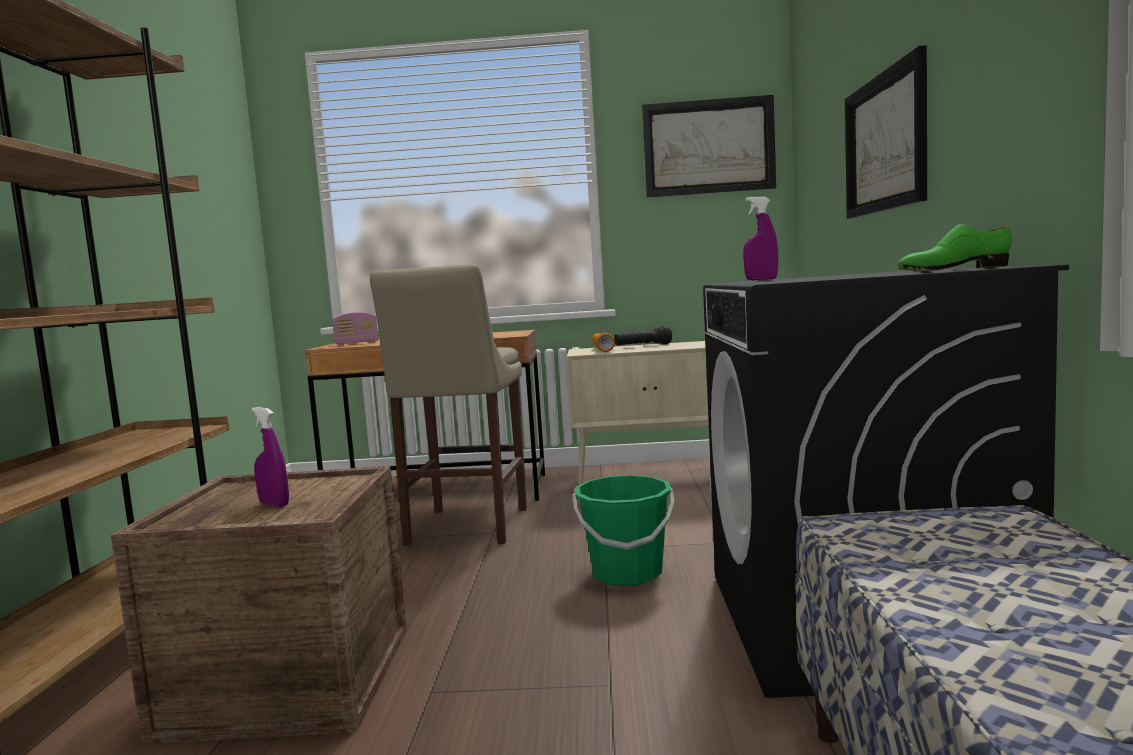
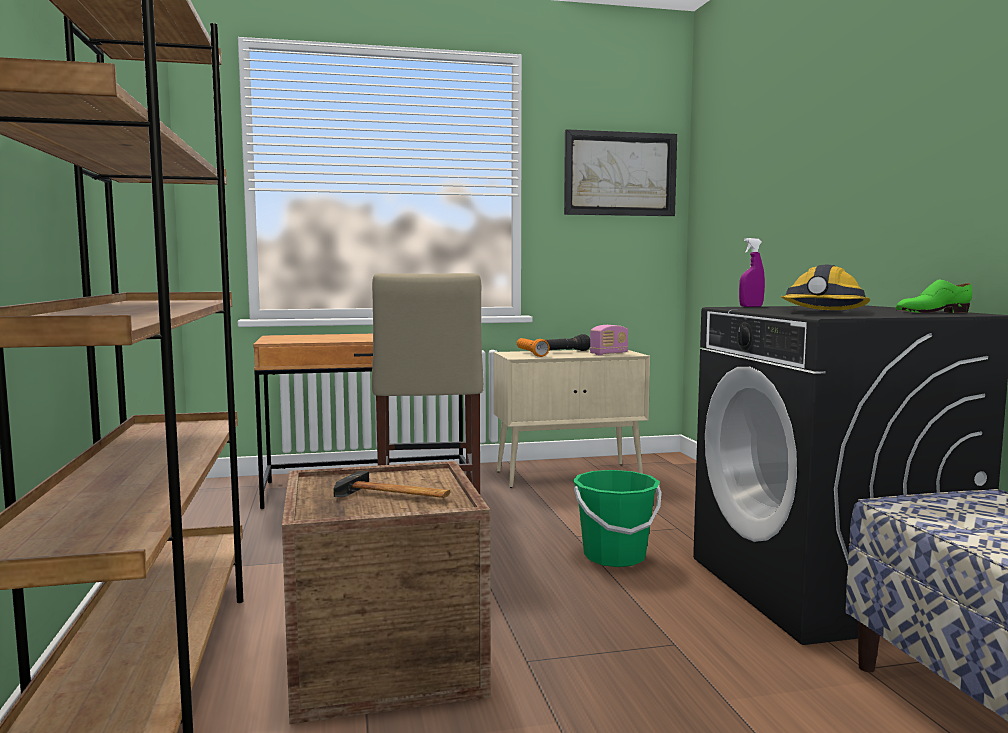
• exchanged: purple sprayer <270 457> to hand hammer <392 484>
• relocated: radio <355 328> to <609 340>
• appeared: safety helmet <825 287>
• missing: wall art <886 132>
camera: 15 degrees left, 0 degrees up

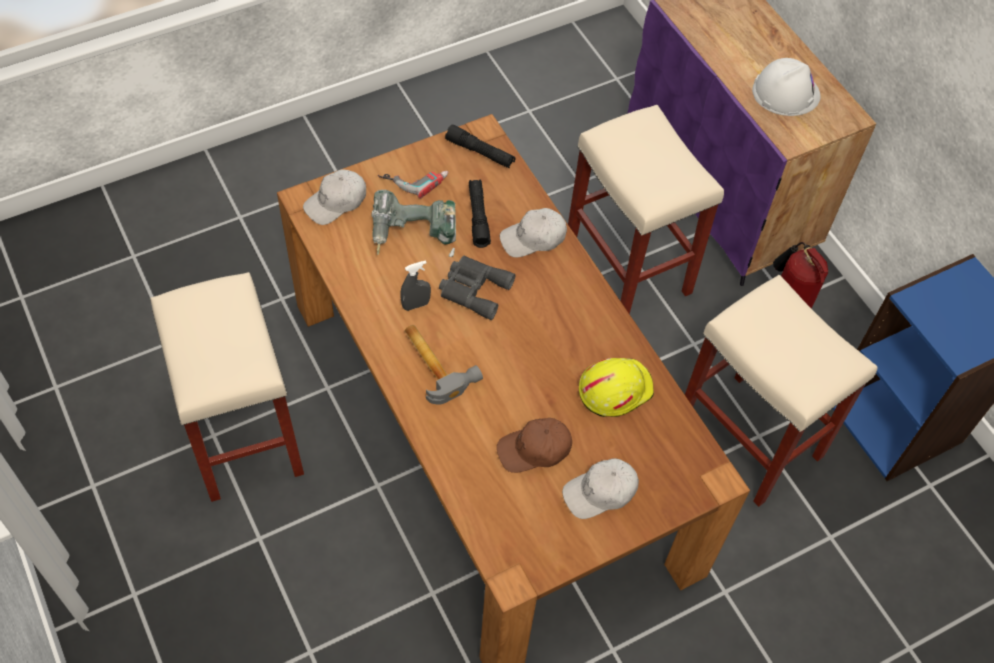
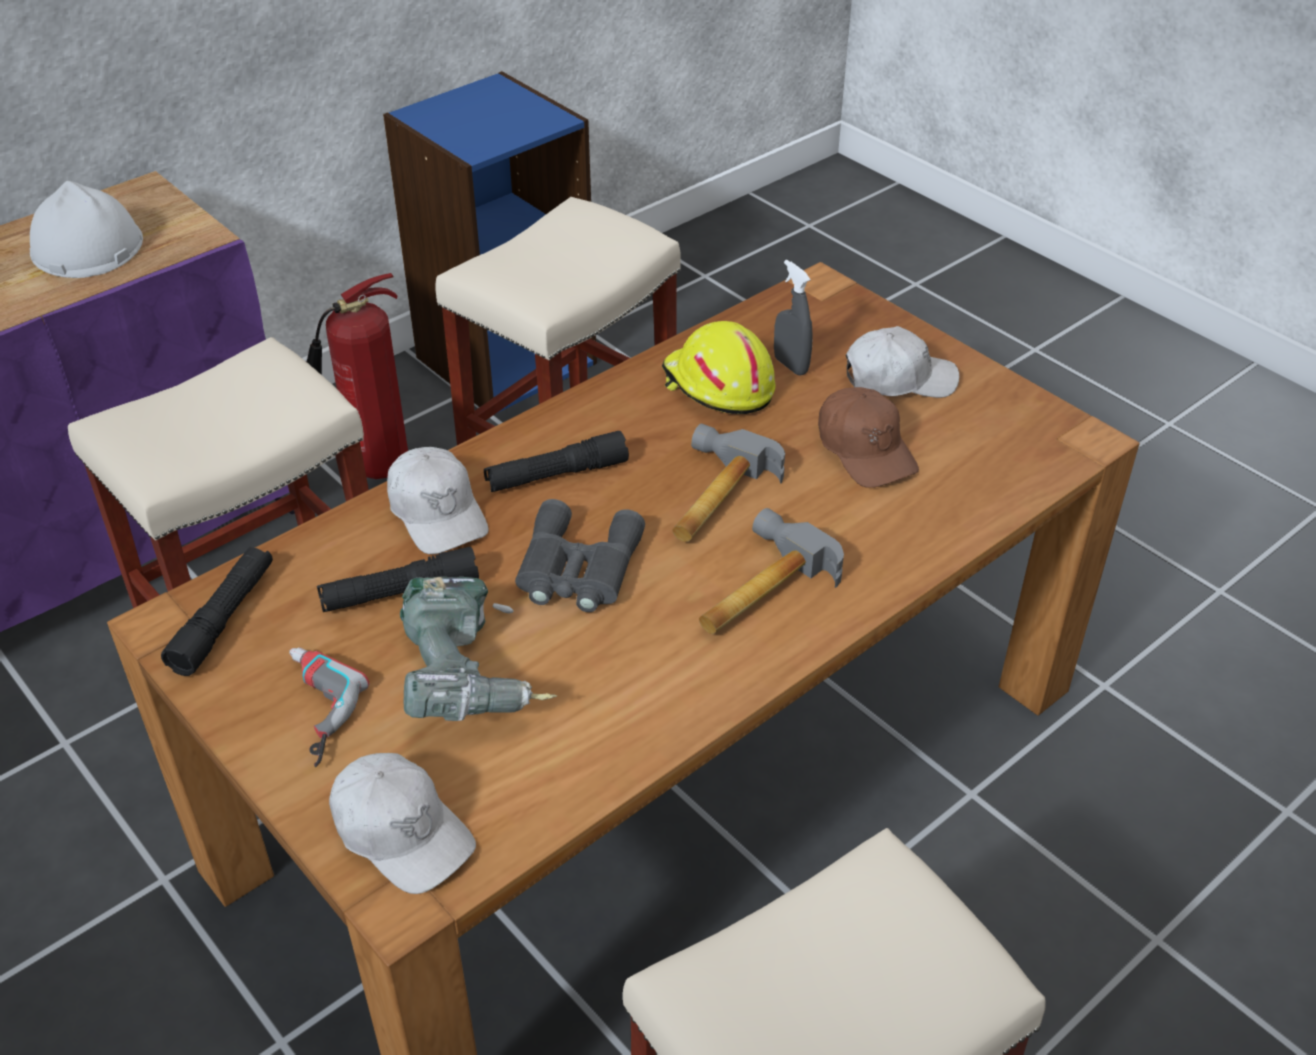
• appeared: black torch <556 461>
• appeared: hand hammer <728 483>
• relocated: gray sprayer <415 285> to <793 318>
• spun: whitish baseball cap <600 488> = <902 362> 60 degrees counterclockwise
camera: 100 degrees left, 15 degrees down

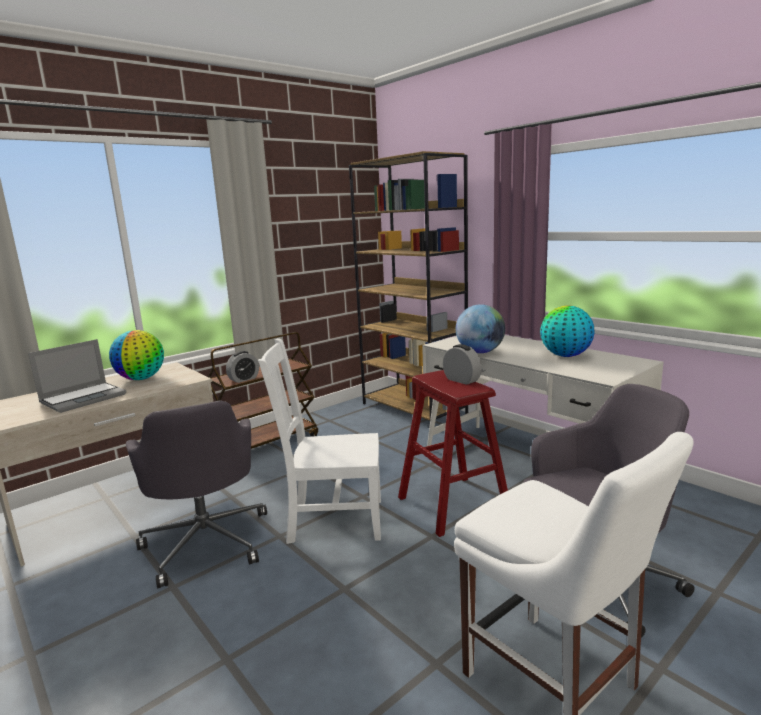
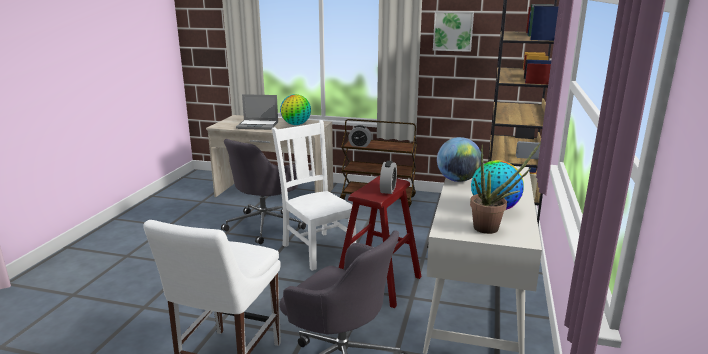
• appeared: wall art <453 31>
• appeared: potted plant <505 188>
camera: 55 degrees right, 5 degrees up

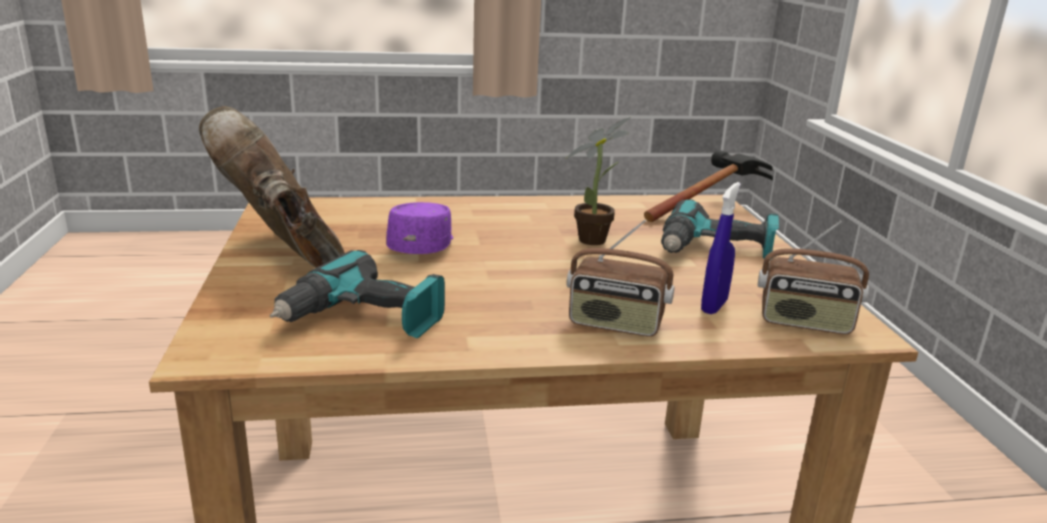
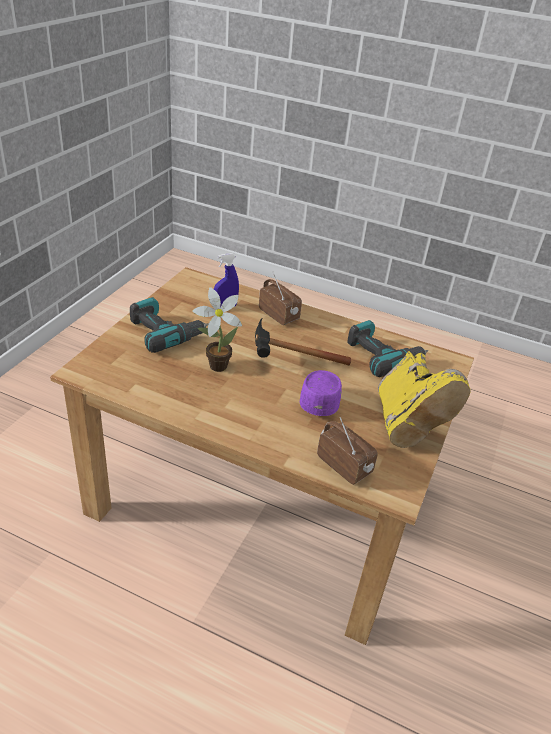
• relocated: hand hammer <708 186> to <303 341>
• spun: purple baseball cap <420 228> = <321 393> 150 degrees clockwise
• relocated: radio <813 277> to <347 451>
• colour: brown high-top boot <272 187> to yellow-coloured high-top boot <424 399>
camera: 150 degrees left, 15 degrees up

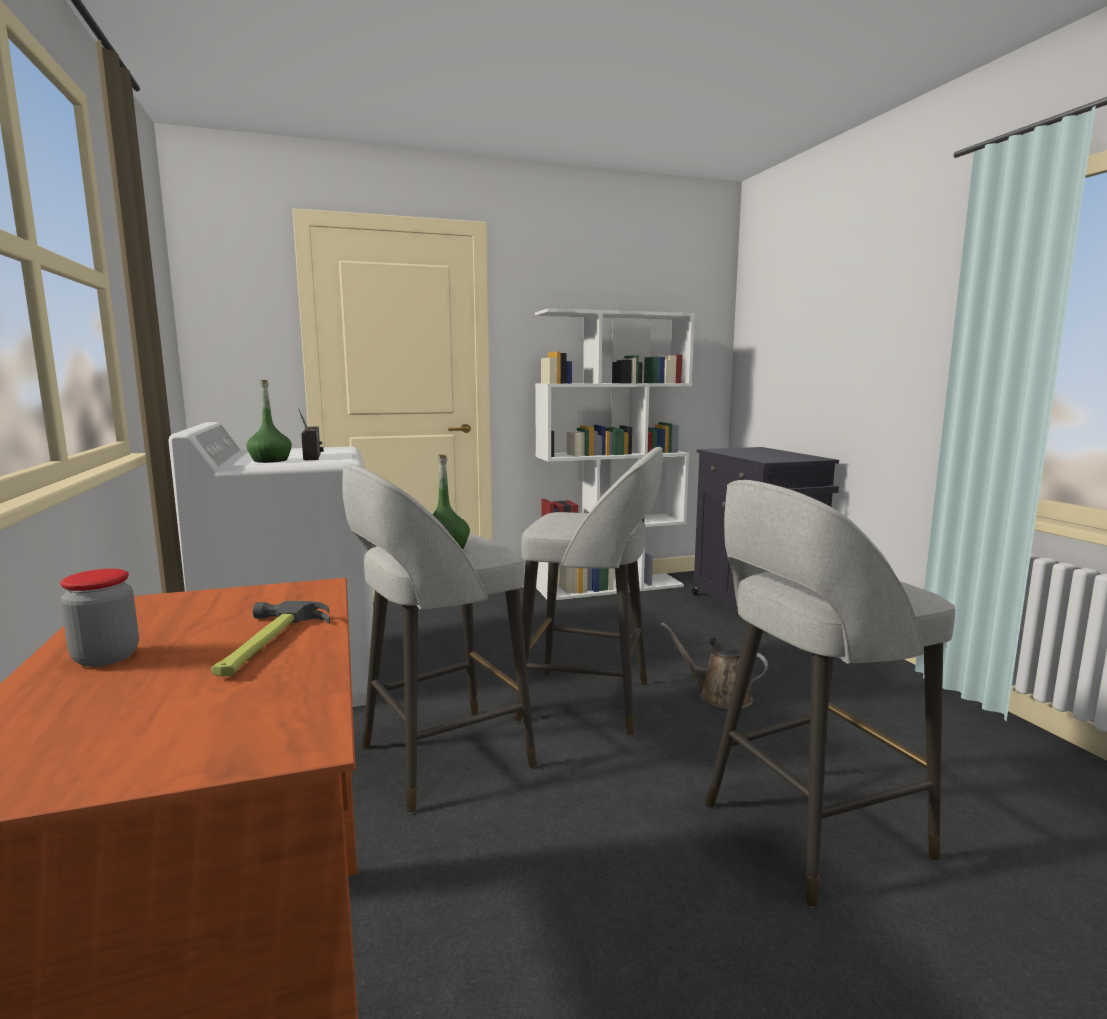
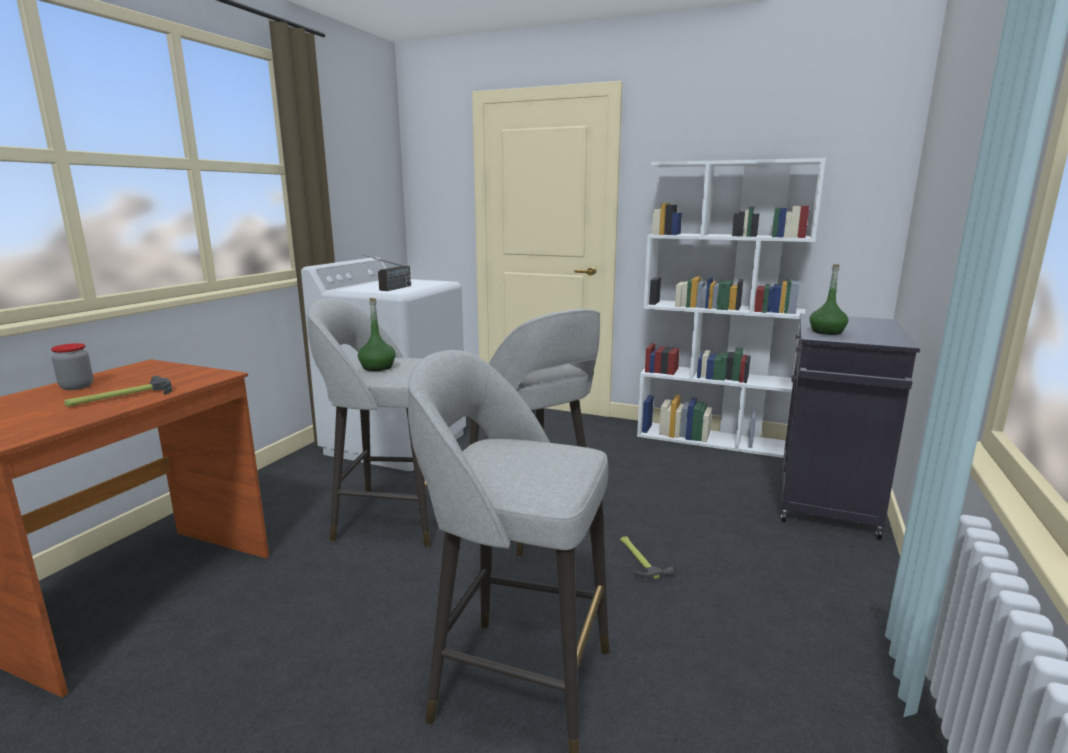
• exchanged: brown sprinkling can <714 666> to hand hammer <647 558>
• relocated: green bottle <269 421> to <829 299>
camera: 40 degrees right, 5 degrees up

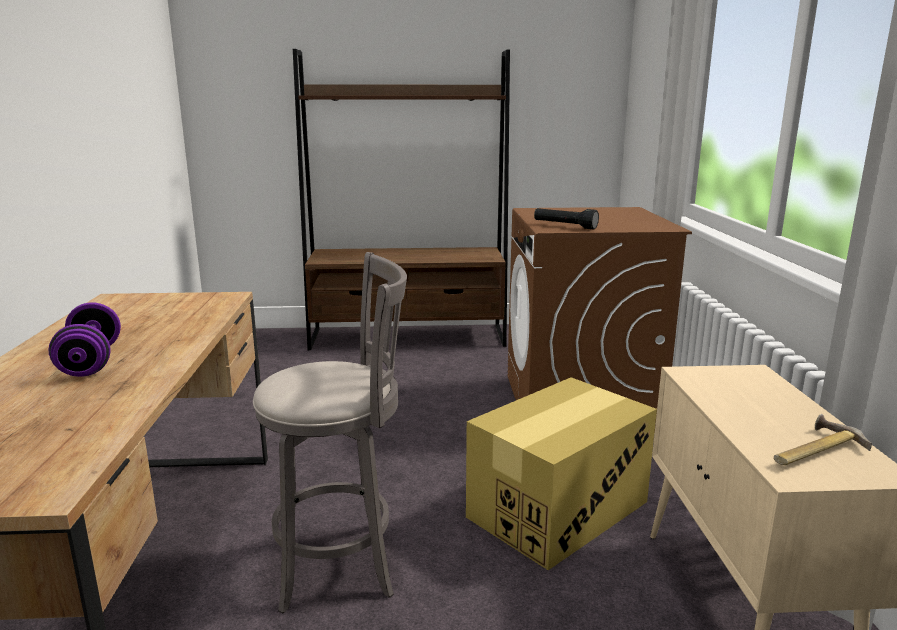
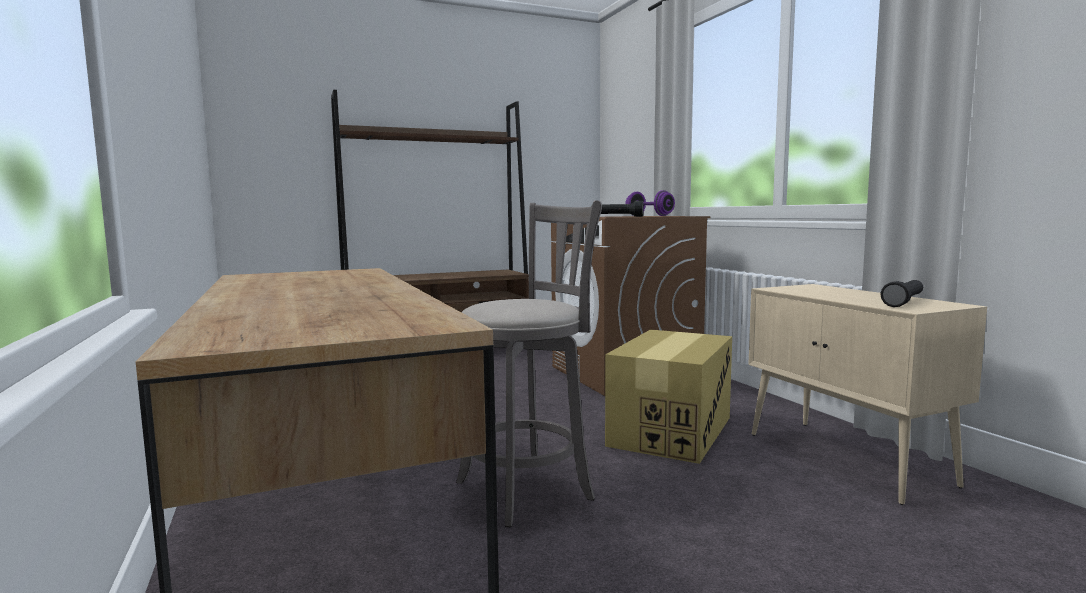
• relocated: purple dumbbell <84 340> to <650 203>
• exchanged: hand hammer <823 439> to black torch <901 293>
camera: 20 degrees left, 10 degrees down

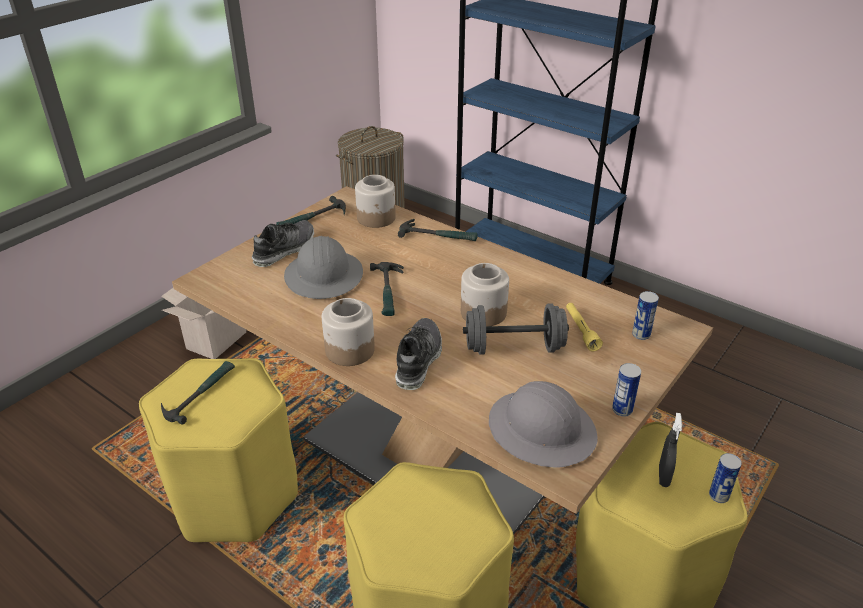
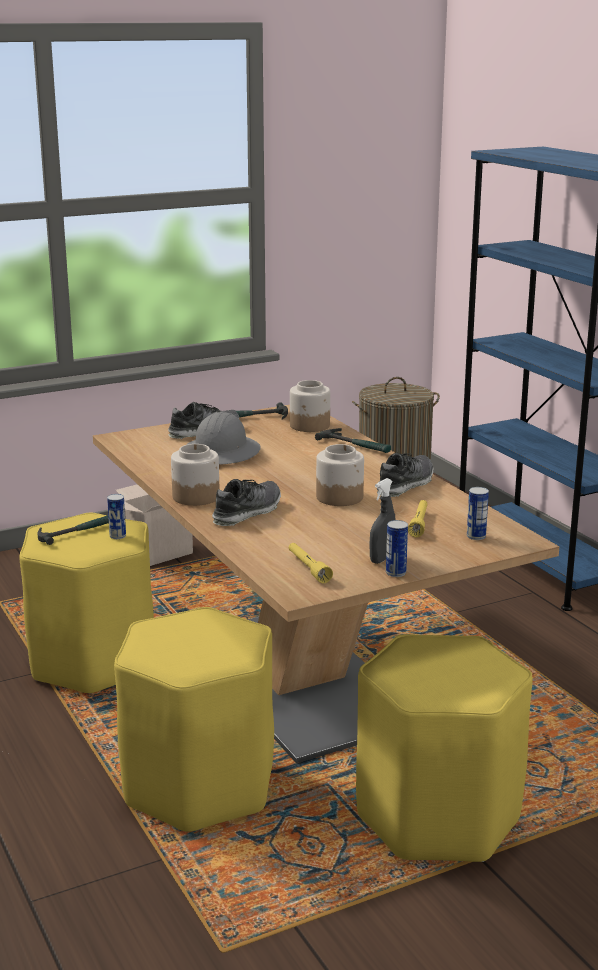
• relocated: can <725 478> to <116 516>
• exchanged: gray safety helmet <543 424> to yellow-coloured torch <311 563>
• relocated: gray sprayer <670 450> to <383 521>
• appeared: low shoe <405 475>
• missing: hand hammer <387 289>
• missing: gray dumbbell <516 329>
camera: 25 degrees right, 15 degrees down

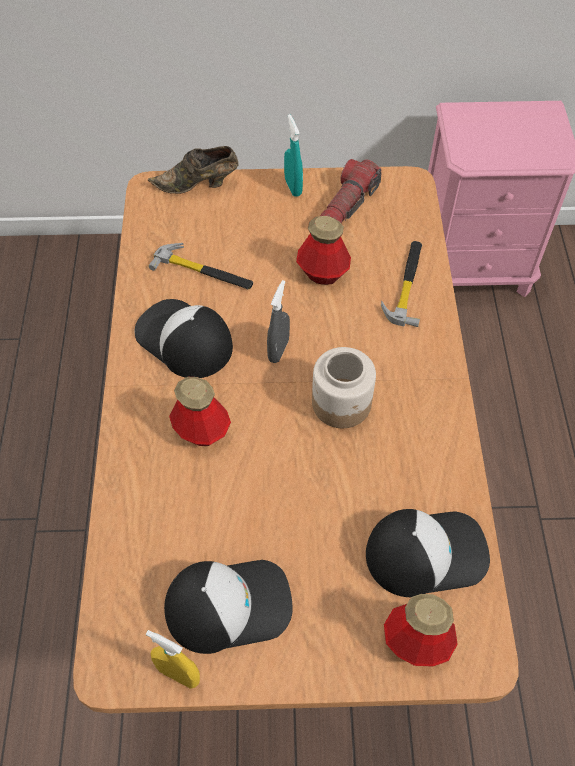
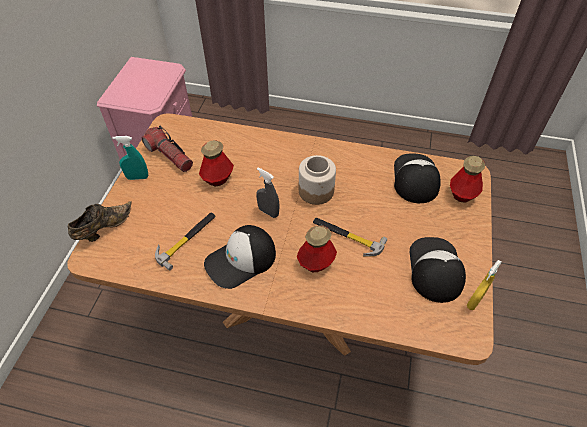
• spun: brown low shoe <193 170> = <100 221> 150 degrees counterclockwise
• relocated: hand hammer <401 284> to <350 237>
camera: 75 degrees left, 5 degrees down

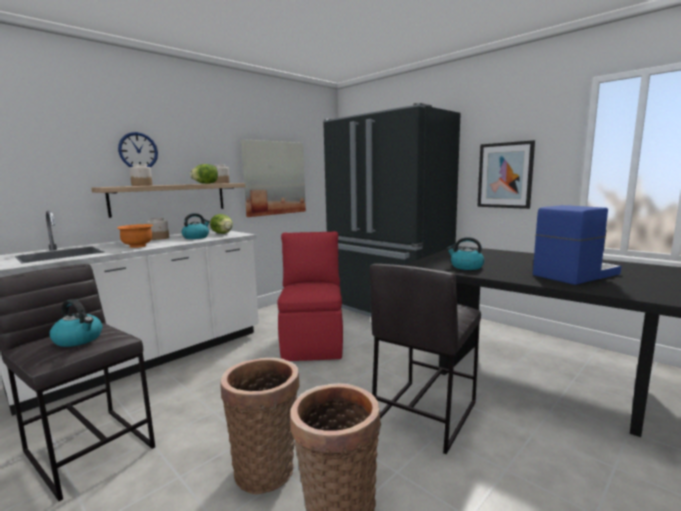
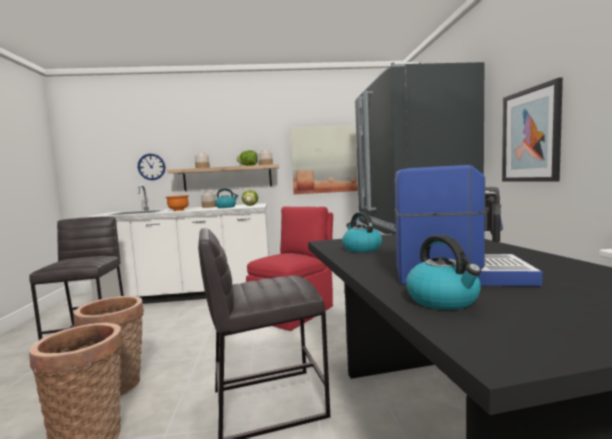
• relocated: wall clock <138 149> to <151 166>
• relocated: water kettle <76 323> to <444 272>
camera: 40 degrees right, 5 degrees down

